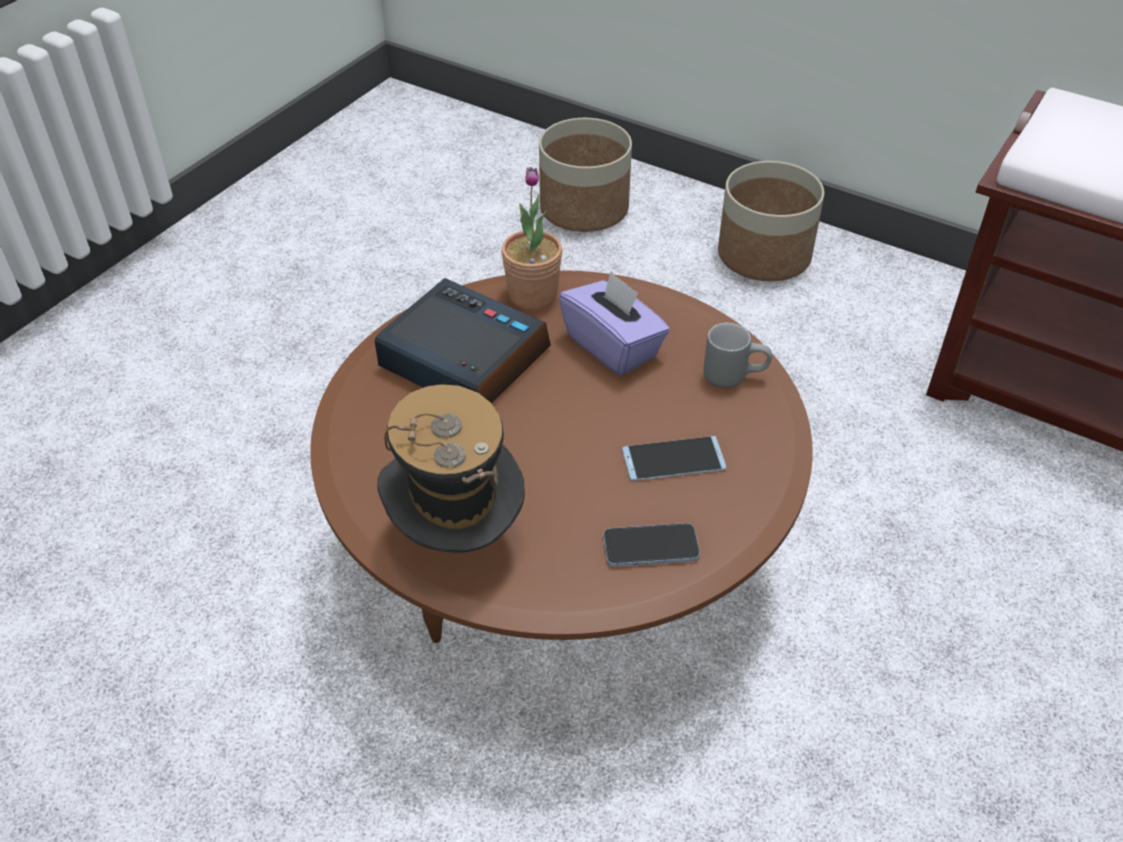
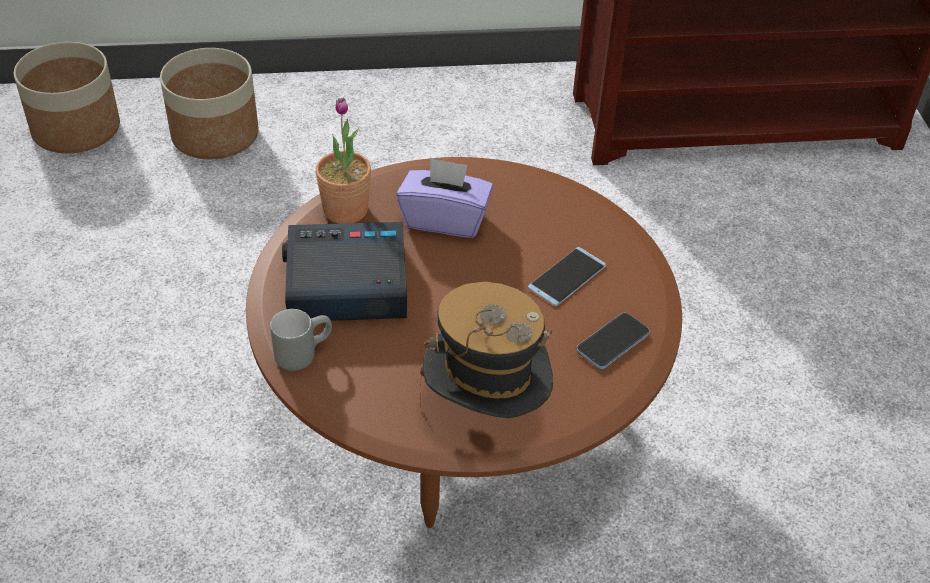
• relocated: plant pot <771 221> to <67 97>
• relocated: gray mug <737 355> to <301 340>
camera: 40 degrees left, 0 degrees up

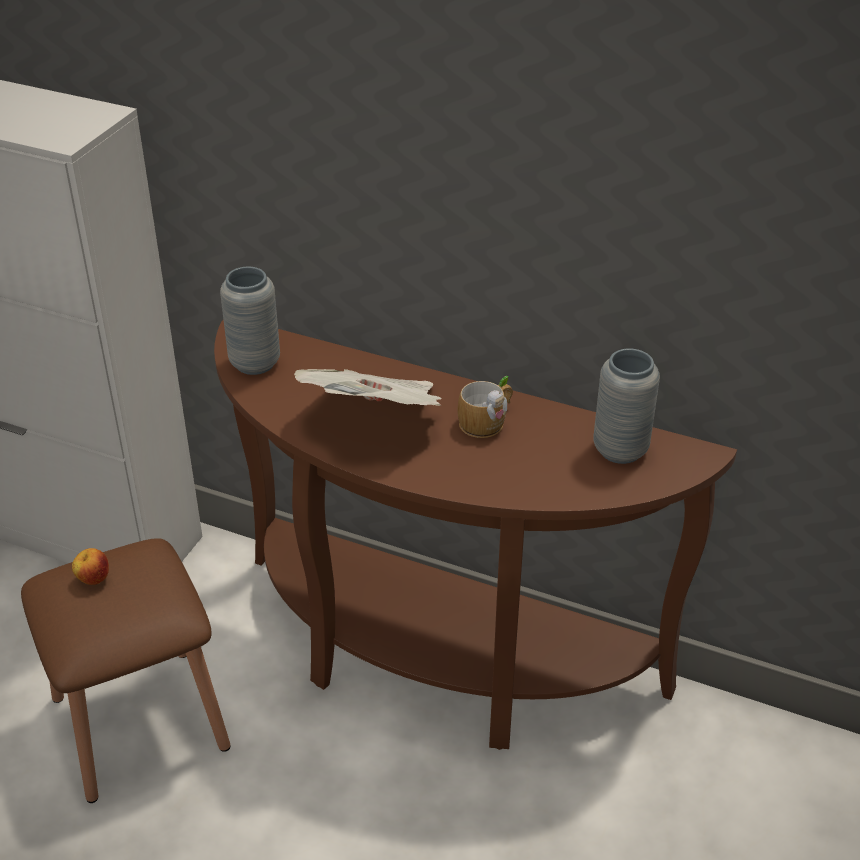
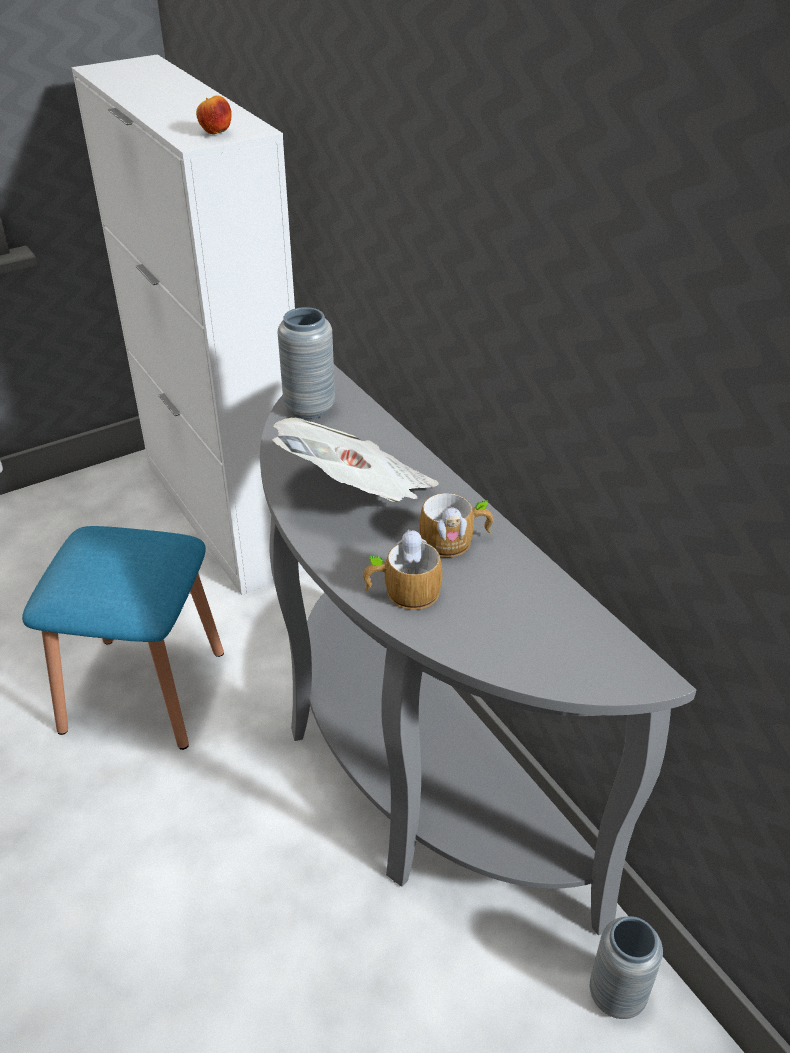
• colour: brown sitting stool <125 670> to blue sitting stool <123 638>
• relocated: apple <90 566> to <214 114>
• colour: brown console table <475 535> to gray console table <478 650>
• appeared: mug <402 569>
• relocated: gray vase <626 406> to <626 967>
camera: 35 degrees right, 0 degrees up

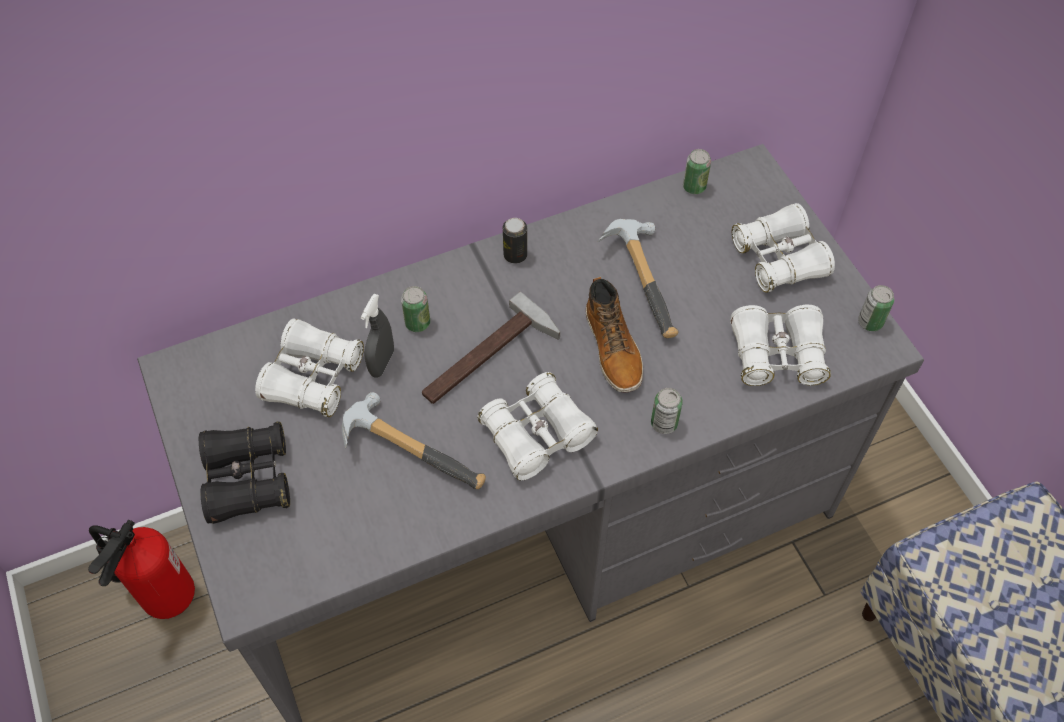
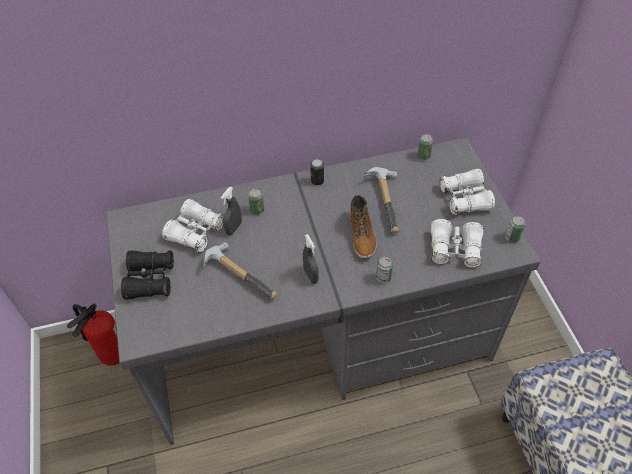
• exchanged: whitish binoculars <537 426> to gray sprayer <311 259>
• missing: hand hammer <491 347>
camera: 10 degrees right, 5 degrees down

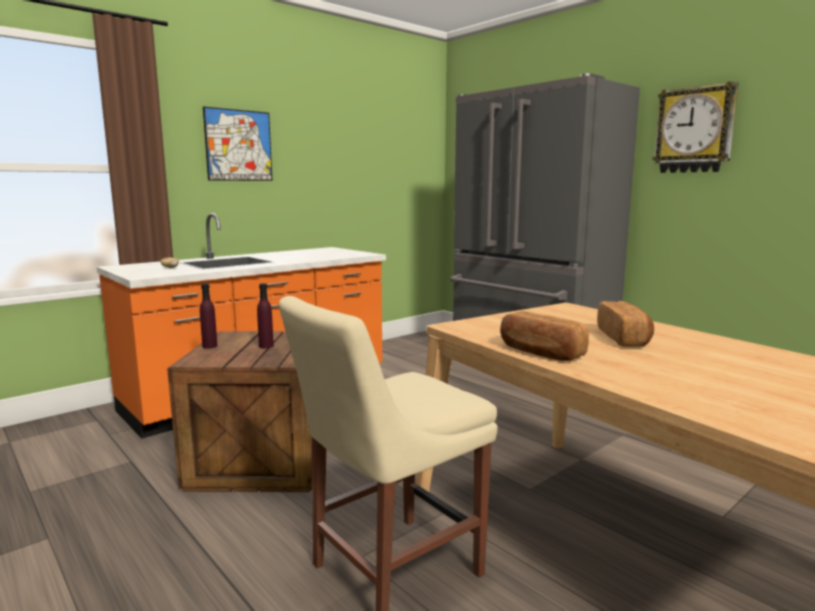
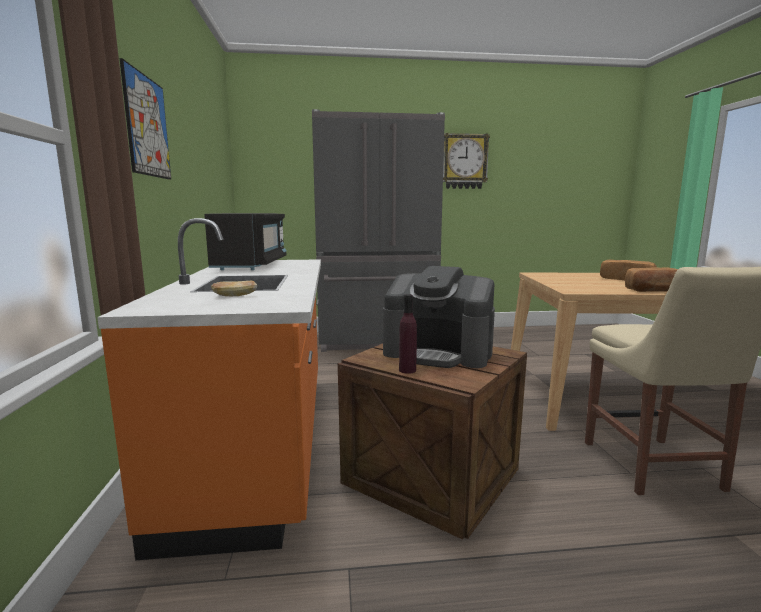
• appeared: black kitchen microwave <245 241>
• exchanged: purple bottle <265 315> to coffee machine <439 317>
camera: 55 degrees left, 0 degrees up

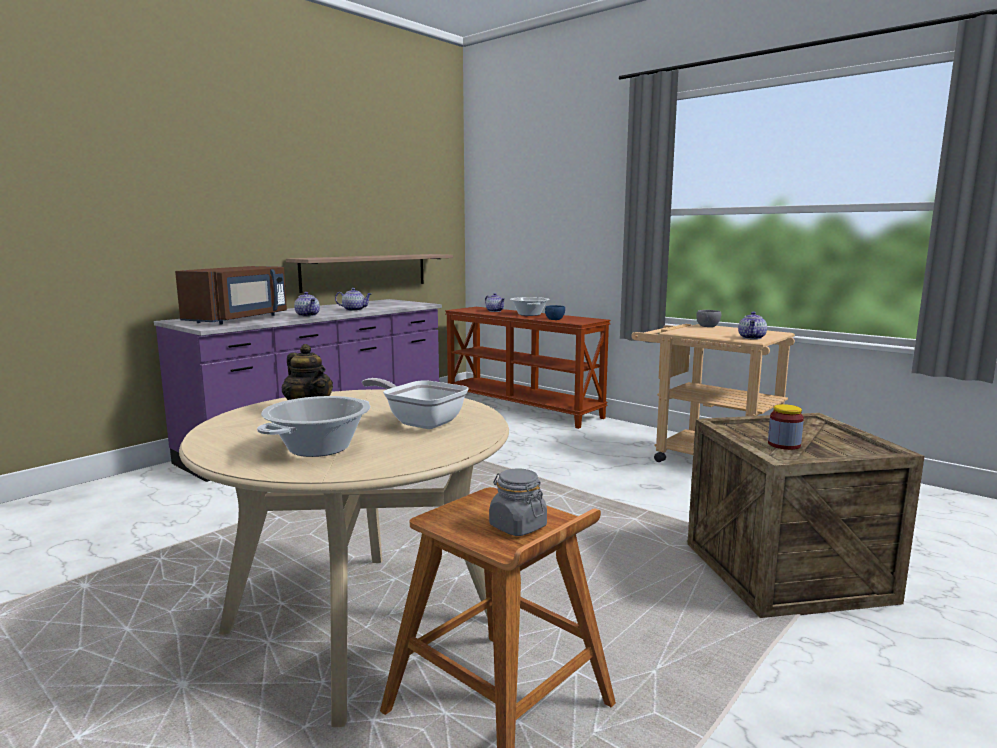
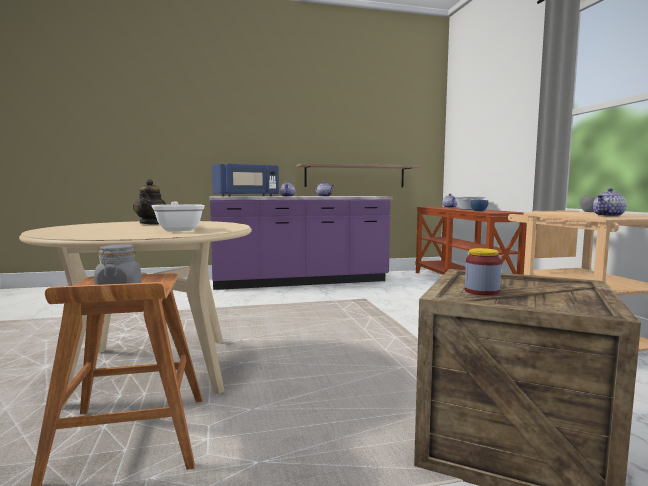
• colour: brown kitchen microwave <231 295> to blue kitchen microwave <245 180>
• missing: stockpot <313 426>
camera: 35 degrees right, 5 degrees down

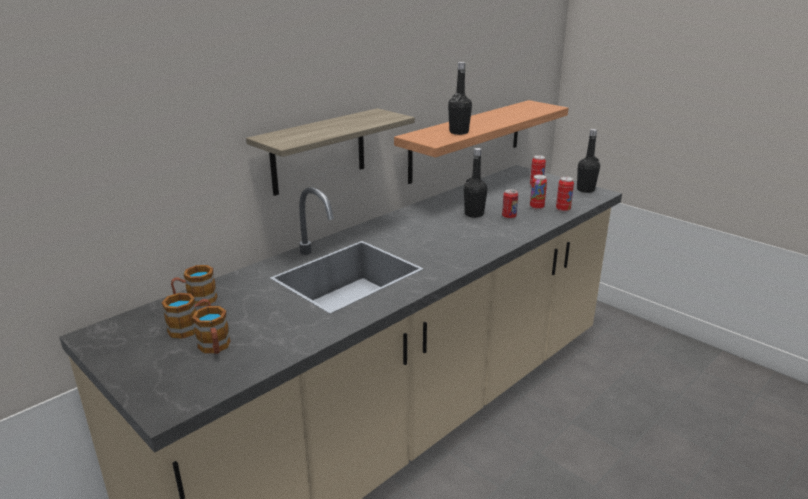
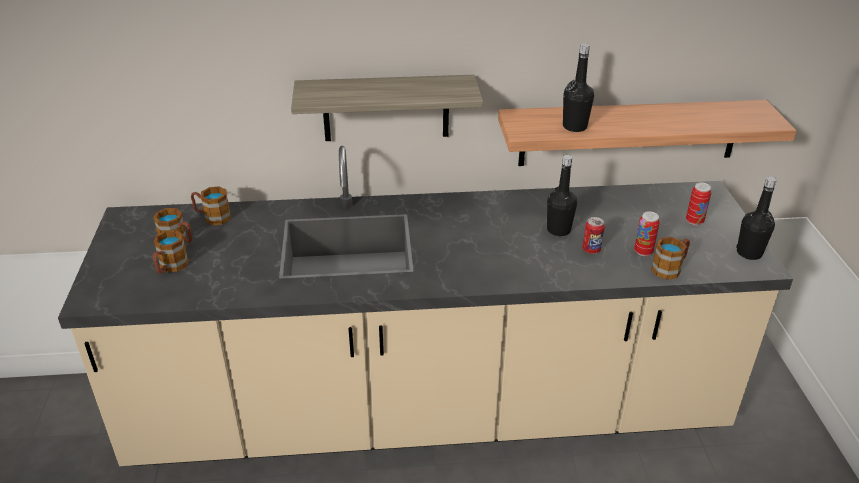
• exchanged: can <565 194> to mug <670 258>
camera: 40 degrees right, 10 degrees up

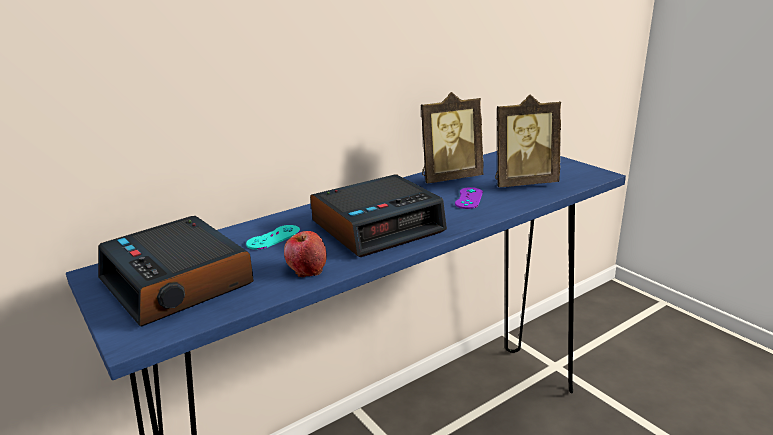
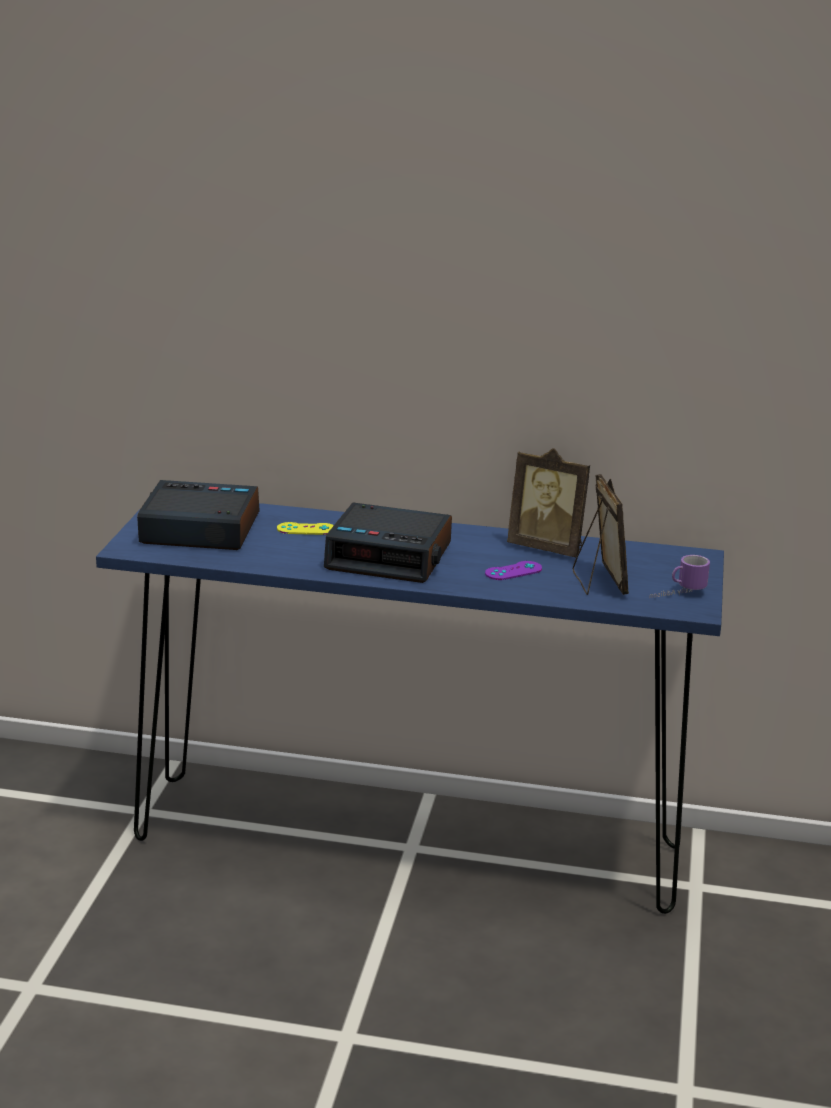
• spun: bedside clock <176 271> = <198 515> 90 degrees clockwise
• colour: turquoise-coloured joypad <273 237> to yellow-coloured joypad <305 528>
• spun: photo frame <528 141> = <601 534> 135 degrees counterclockwise
• appeared: mug <679 576>
• missing: apple <305 254>
camera: 45 degrees right, 0 degrees up

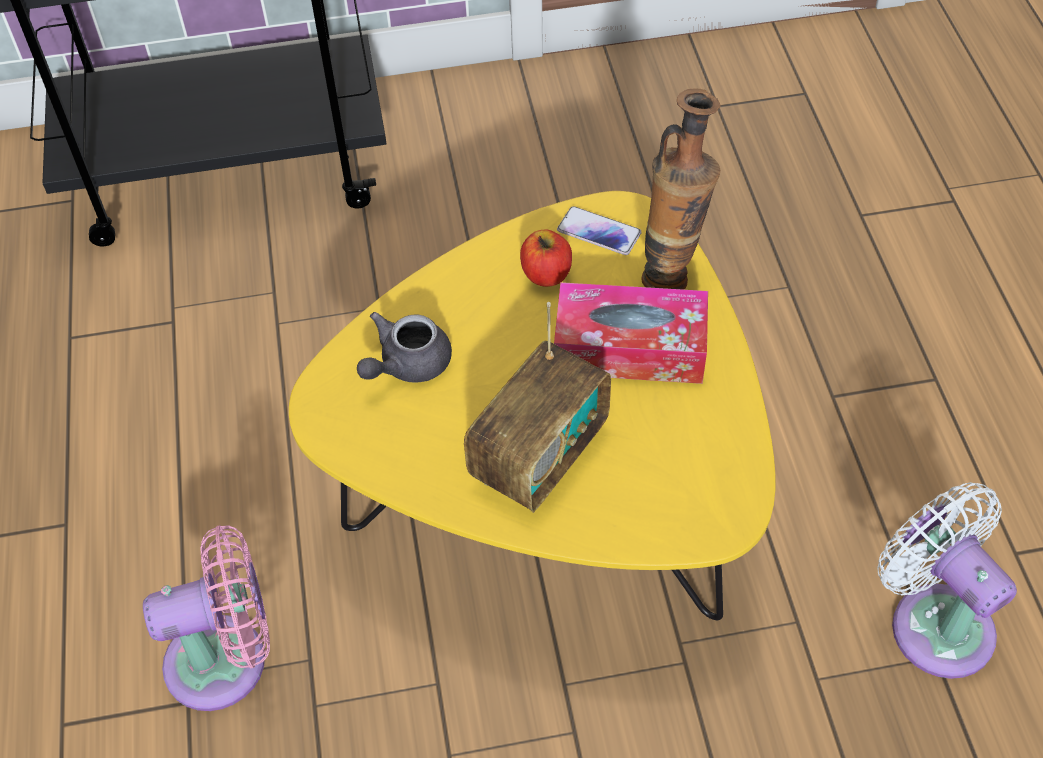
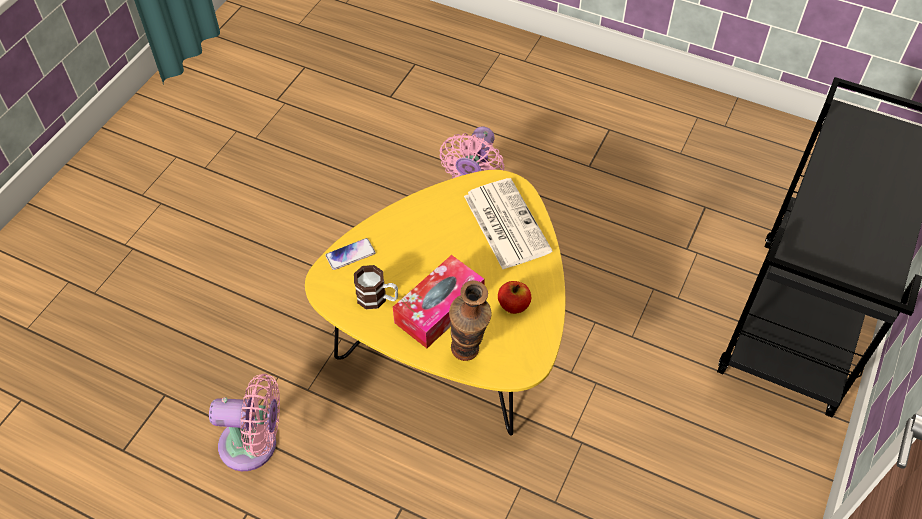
• colour: whitish electric fan <947 580> to pinkish electric fan <244 422>
• relocated: phone <599 230> to <350 254>
• appeared: mug <376 287>
• exchanged: gray tea pot <404 347> to printed paper <508 223>
• missing: radio <537 407>
camera: 125 degrees right, 0 degrees up

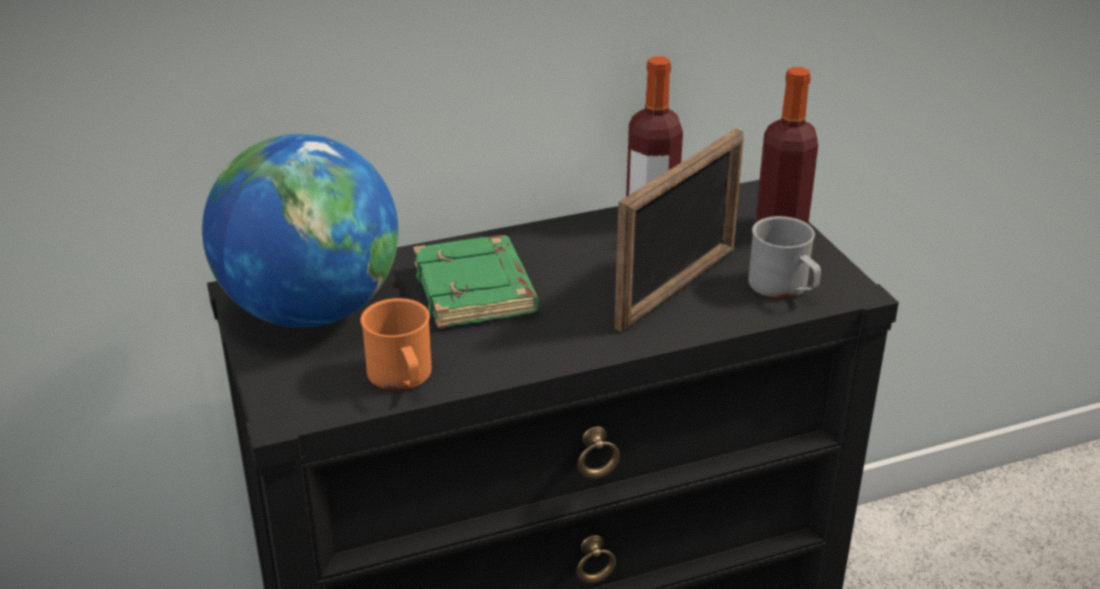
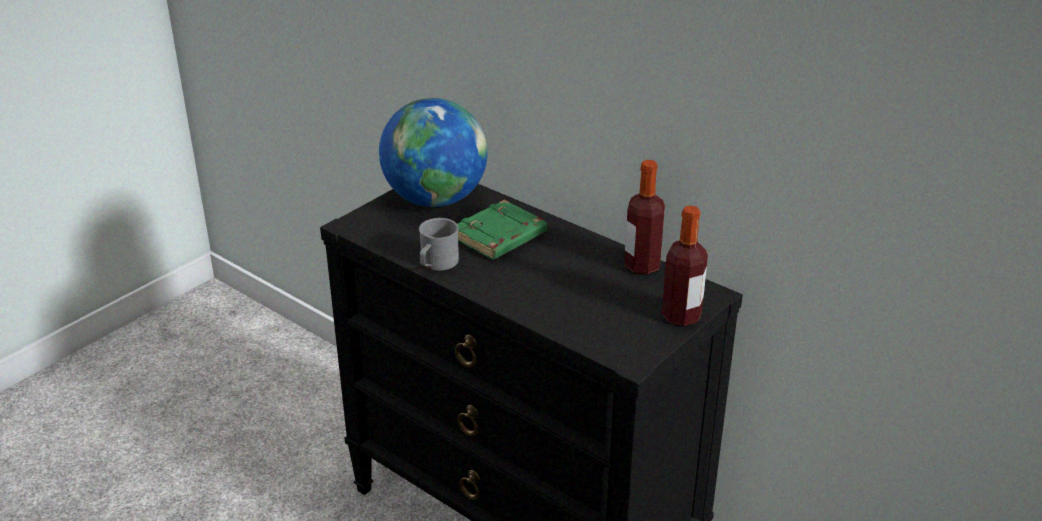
• relocated: gray mug <784 257> to <439 244>
• missing: orangey mug <396 344>
• missing: photo frame <679 230>
camera: 60 degrees right, 0 degrees up

